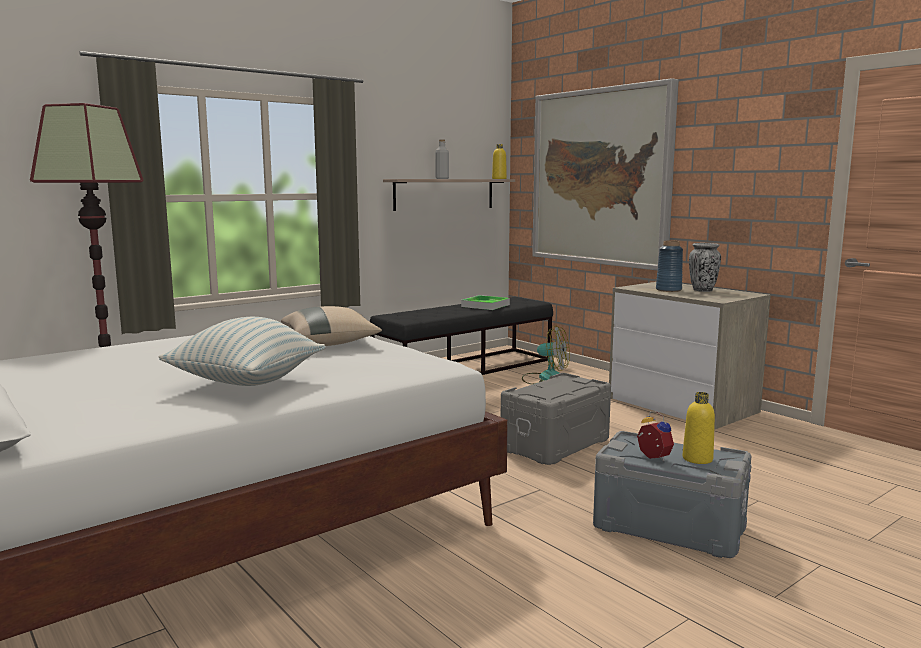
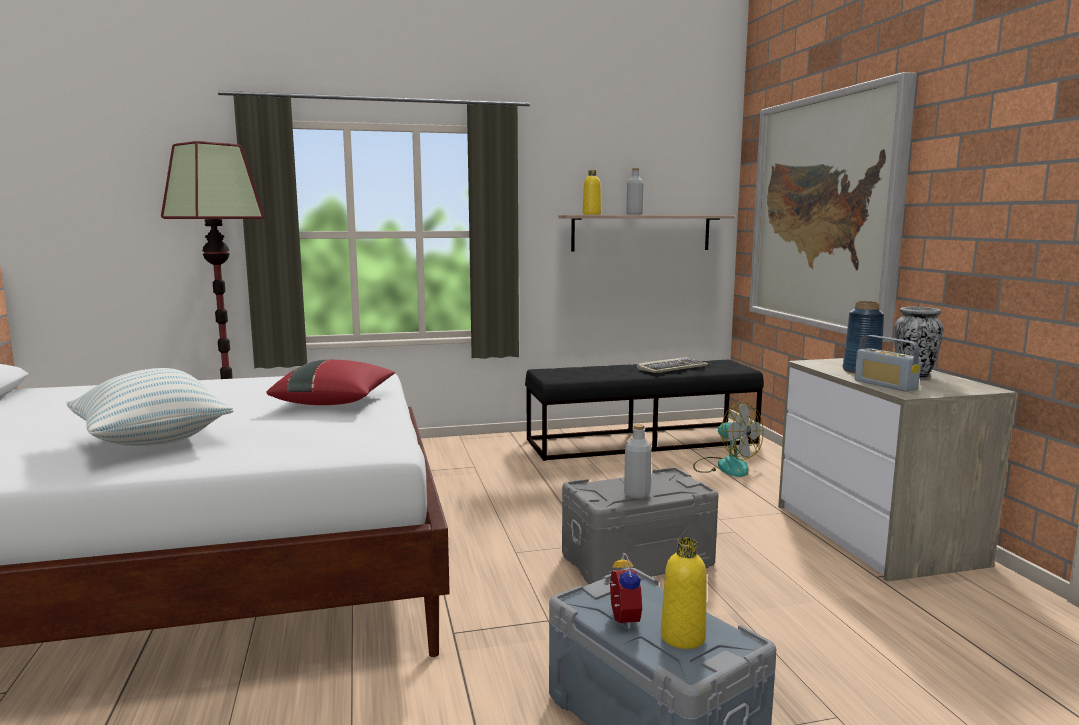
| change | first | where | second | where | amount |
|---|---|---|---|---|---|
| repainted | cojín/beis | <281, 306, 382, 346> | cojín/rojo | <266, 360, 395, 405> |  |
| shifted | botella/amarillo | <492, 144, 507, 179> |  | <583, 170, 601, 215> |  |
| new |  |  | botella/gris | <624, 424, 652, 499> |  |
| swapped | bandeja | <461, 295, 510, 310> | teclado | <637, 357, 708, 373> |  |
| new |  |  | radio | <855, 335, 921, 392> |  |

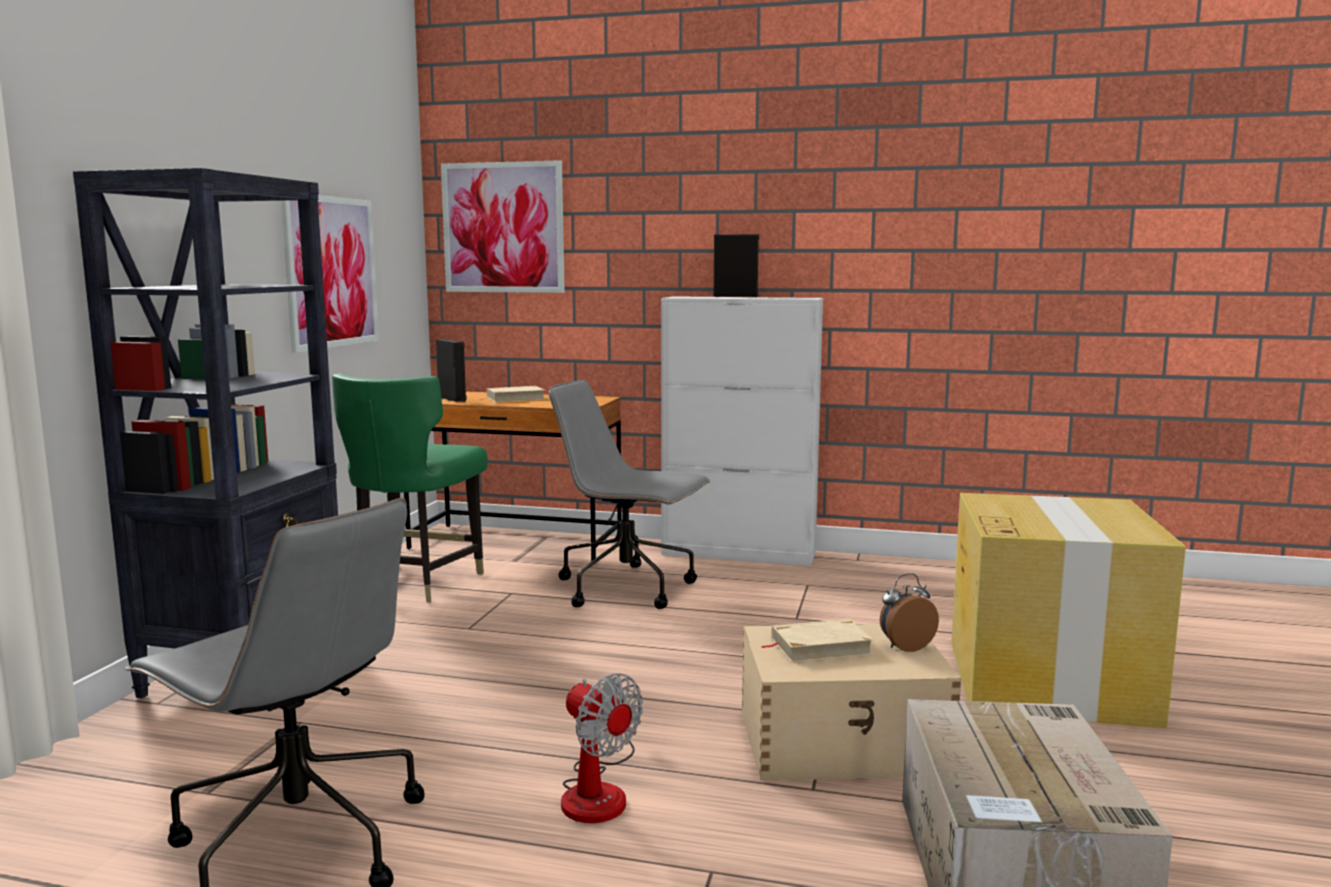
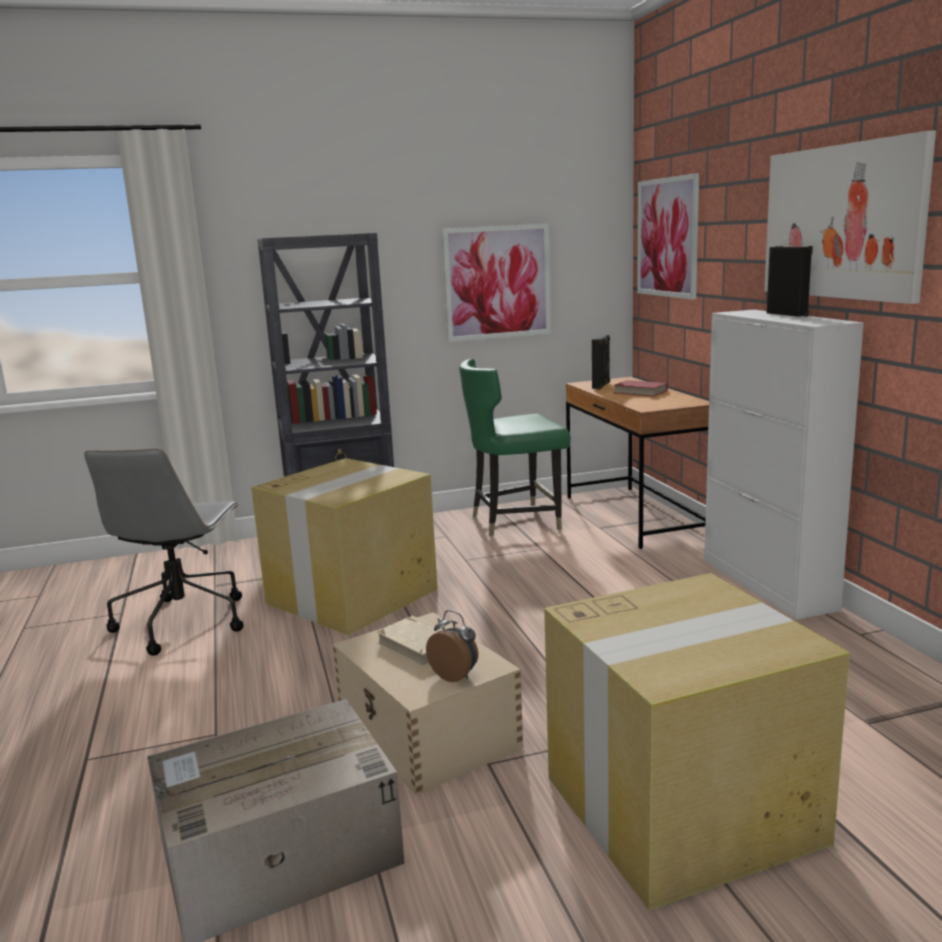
| change | first | where | second | where | amount |
|---|---|---|---|---|---|
| new |  |  | caja de cartón | <251, 458, 438, 635> |  |
| repainted | libro/beis | <480, 386, 545, 402> | libro/rojo | <614, 380, 668, 397> |  |
| new |  |  | cuadro | <764, 131, 936, 304> |  |
| gone | silla de oficina/gris | <549, 380, 710, 609> |  |  |  |
| gone | ventilador | <561, 673, 643, 823> |  |  |  |

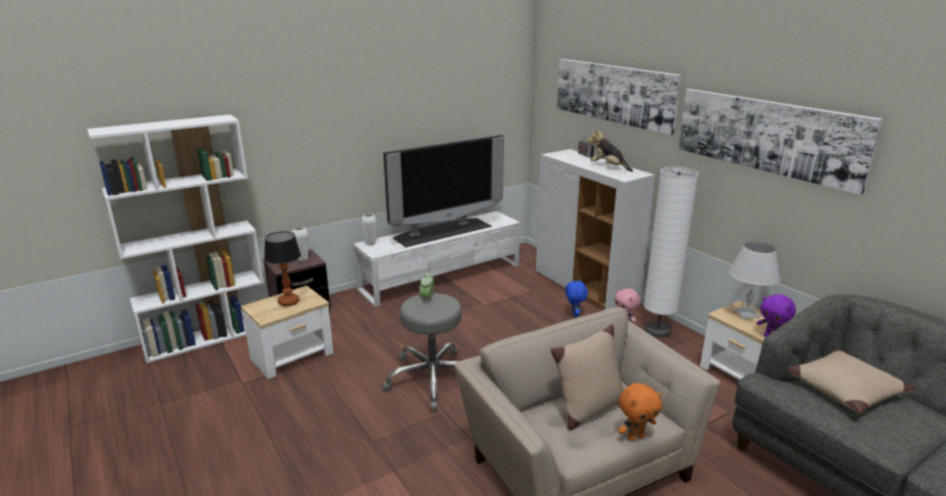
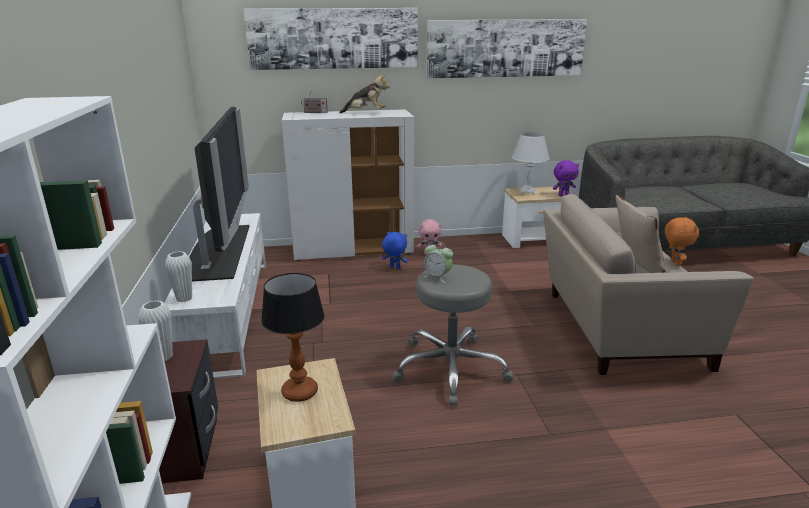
| change | first | where | second | where | amount |
|---|---|---|---|---|---|
| rotated | peluche | <588, 129, 633, 172> |  | <339, 73, 390, 113> | 150 degrees counterclockwise |
| gone | lámpara de pie/blanco | <644, 167, 699, 338> |  |  |  |
| gone | cojín/beis | <787, 348, 915, 414> |  |  |  |

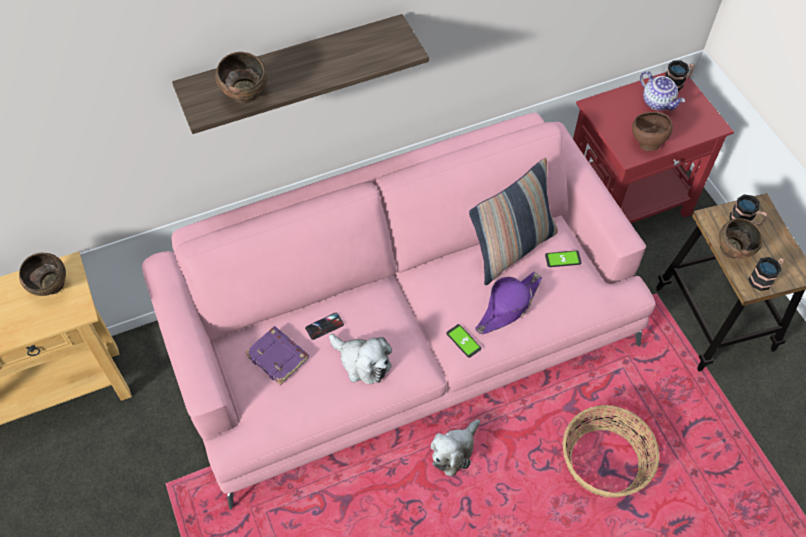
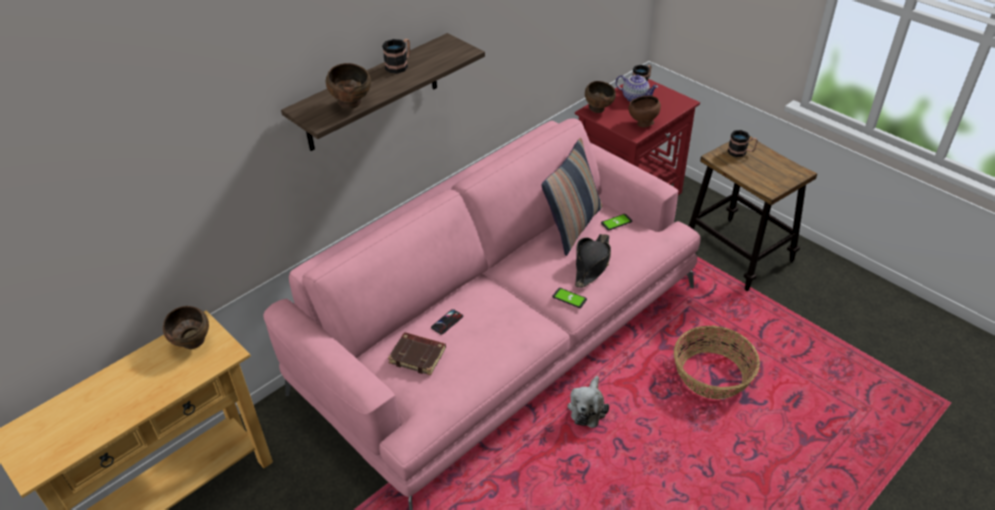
| change | first | where | second | where | amount |
|---|---|---|---|---|---|
| shifted | taza grande | <749, 257, 785, 291> |  | <382, 39, 410, 74> |  |
| repainted | libro/morado | <245, 326, 309, 385> | libro/marrón | <388, 332, 446, 375> |  |
| repainted | sombrero/morado | <475, 271, 542, 335> | sombrero/negro | <575, 234, 611, 288> |  |
| shifted | cuenco/marrón | <719, 218, 763, 258> |  | <585, 81, 616, 113> |  |
| gone | peluche | <329, 334, 392, 384> |  |  |  |

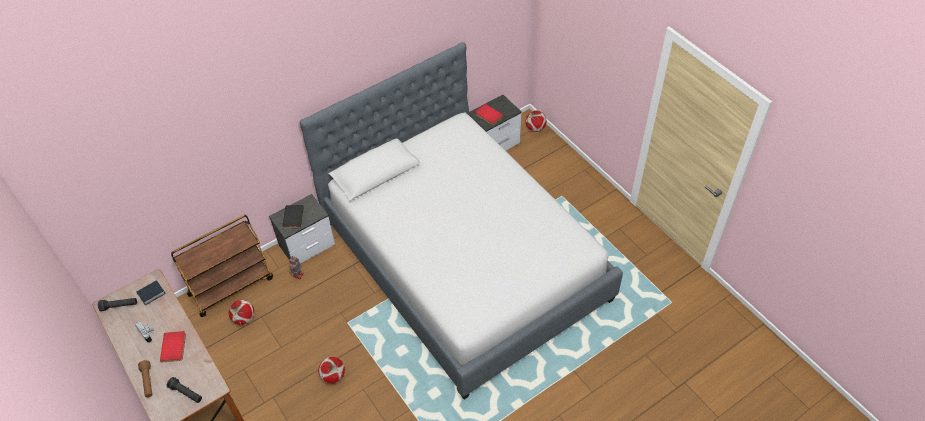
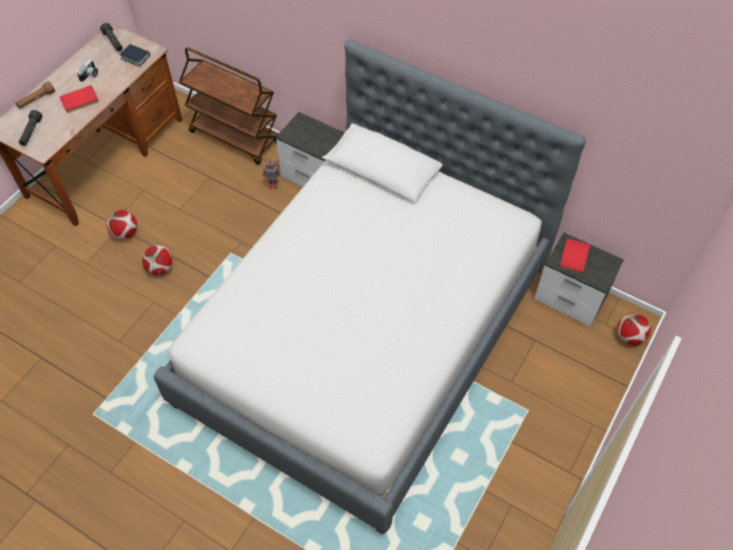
| change | first | where | second | where | amount |
|---|---|---|---|---|---|
| shifted | balón de fútbol | <229, 300, 254, 325> |  | <107, 210, 137, 239> |  |
| gone | libro/negro | <282, 205, 304, 228> |  |  |  |

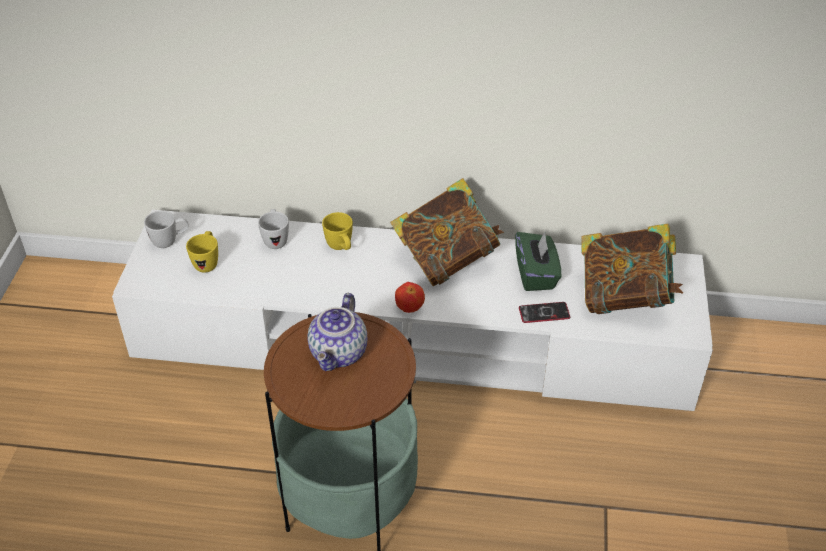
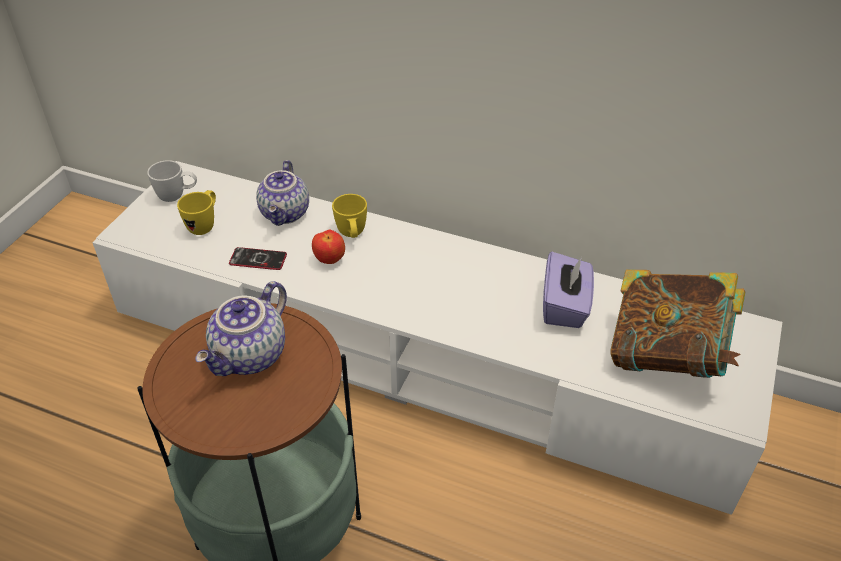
| change | first | where | second | where | amount |
|---|---|---|---|---|---|
| shifted | móvil | <519, 302, 570, 323> |  | <229, 247, 287, 270> |  |
| swapped | taza grande/blanco | <258, 209, 289, 249> | tetera | <256, 160, 309, 226> |  |
| shifted | manzana | <395, 282, 425, 313> |  | <312, 229, 345, 264> |  |
| repainted | caja de pañuelos/verde | <515, 232, 561, 291> | caja de pañuelos/morado | <543, 252, 594, 328> |  |
| gone | libro | <390, 178, 504, 286> |  |  |  |

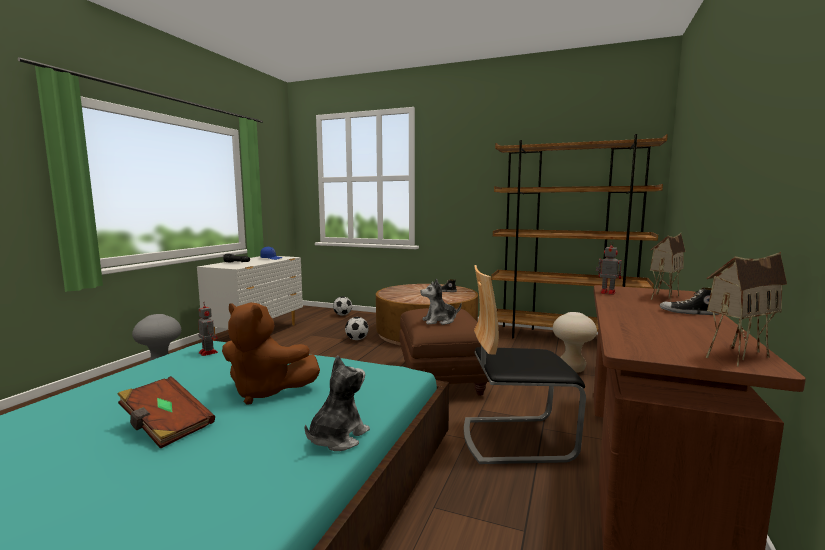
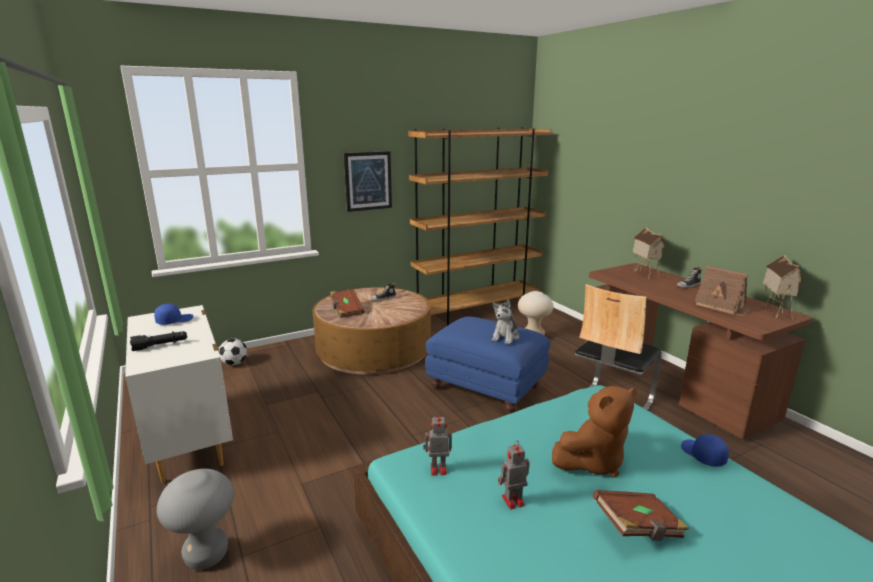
| change | first | where | second | where | amount |
|---|---|---|---|---|---|
| new |  |  | libro/marrón | <330, 289, 364, 318> |  |
| new |  |  | cuadro | <344, 151, 392, 212> |  |
| repainted | puf/marrón | <399, 308, 489, 396> | puf/azul | <425, 317, 550, 414> |  |
| shifted | robot de juguete | <596, 241, 622, 295> |  | <498, 442, 530, 509> |  |
| swapped | peluche | <305, 355, 370, 451> | gorra/azul | <681, 434, 729, 467> |  |
| new |  |  | casita | <695, 266, 752, 317> |  |
| gone | balón de fútbol | <345, 317, 369, 340> |  |  |  |

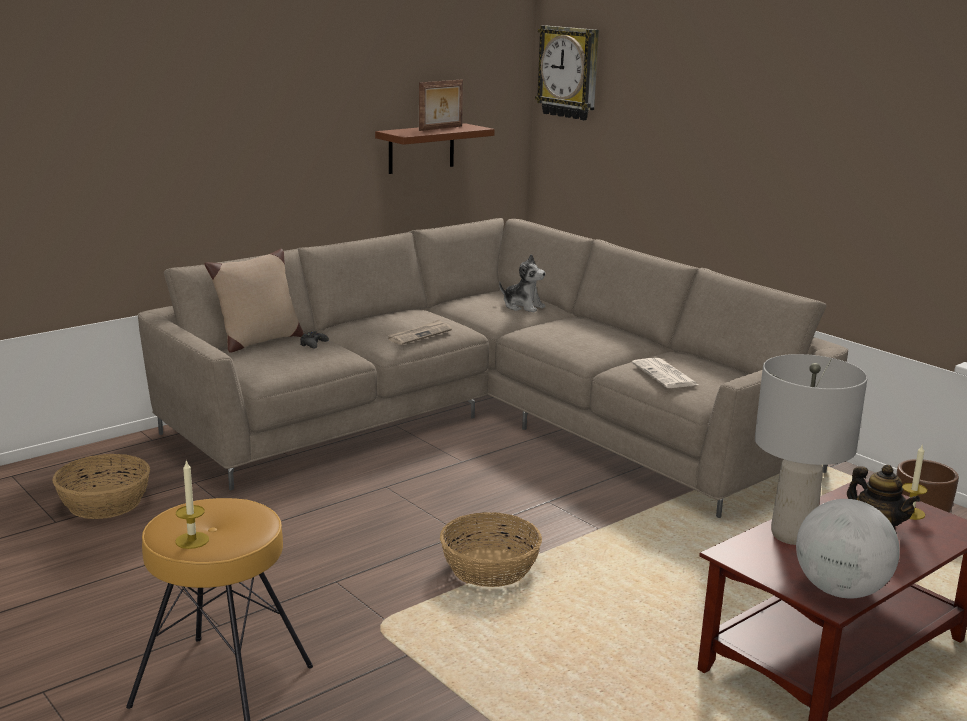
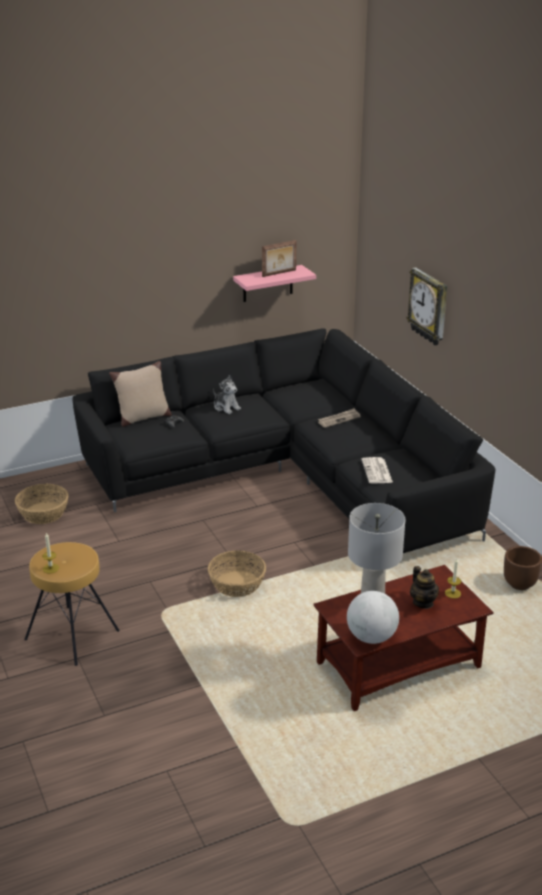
| change | first | where | second | where | amount |
|---|---|---|---|---|---|
| repainted | sofá/beis | <138, 218, 848, 518> | sofá/negro | <73, 328, 496, 553> |  |
| shifted | peluche | <499, 254, 546, 312> |  | <213, 375, 241, 414> |  |
| repainted | estante/marrón | <375, 123, 495, 174> | estante/rosa | <233, 265, 316, 302> |  |
| shifted | periódico | <388, 320, 452, 345> |  | <318, 408, 361, 428> |  |
| shifted | reloj de pared | <535, 25, 599, 120> |  | <406, 267, 447, 345> |  |

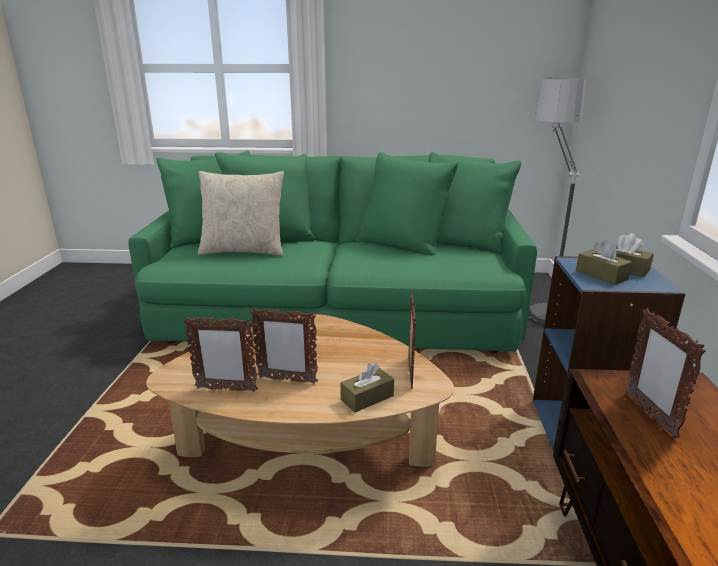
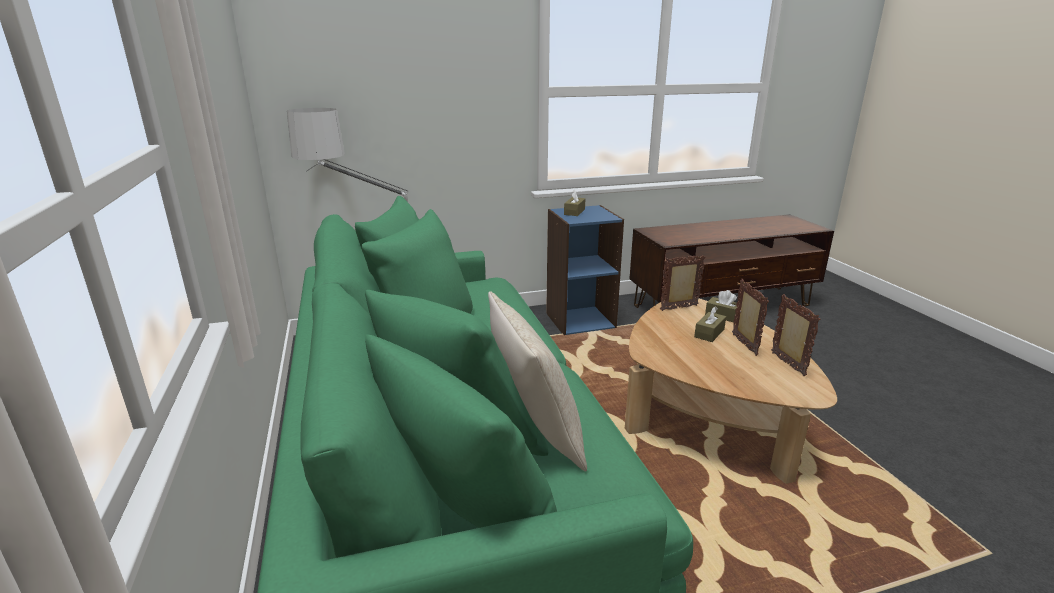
| change | first | where | second | where | amount |
|---|---|---|---|---|---|
| shifted | caja de pañuelos/marrón | <576, 240, 632, 285> |  | <694, 307, 726, 342> |  |
| gone | portarretratos | <626, 308, 706, 438> |  |  |  |

